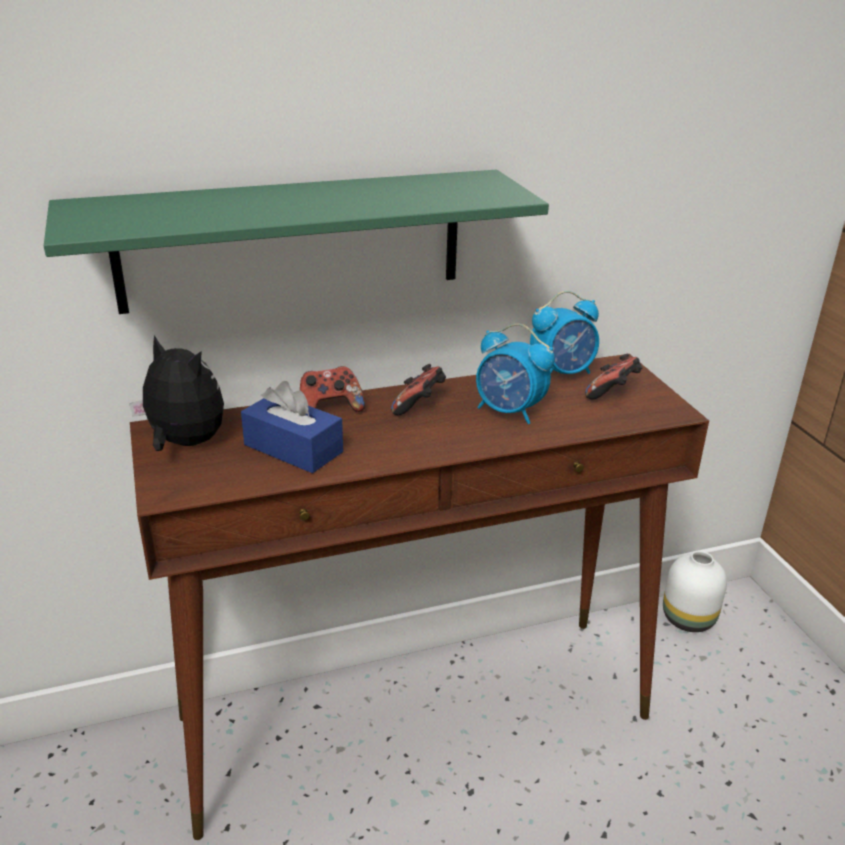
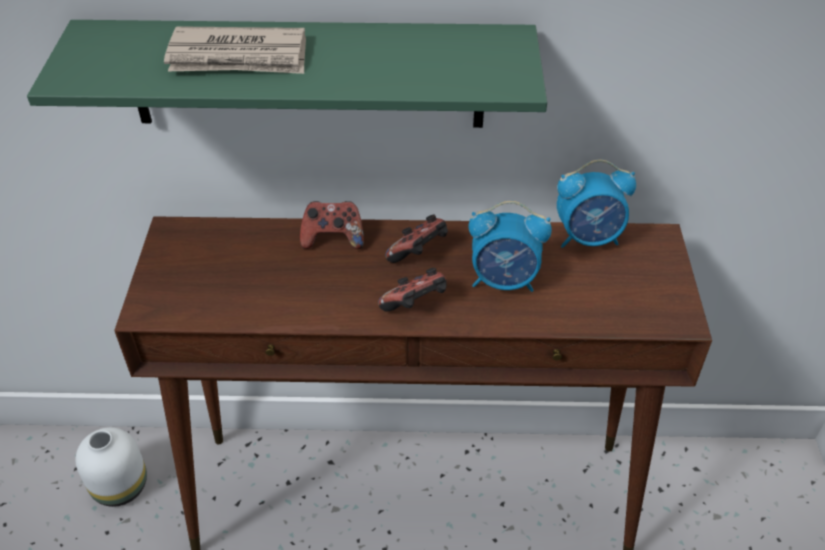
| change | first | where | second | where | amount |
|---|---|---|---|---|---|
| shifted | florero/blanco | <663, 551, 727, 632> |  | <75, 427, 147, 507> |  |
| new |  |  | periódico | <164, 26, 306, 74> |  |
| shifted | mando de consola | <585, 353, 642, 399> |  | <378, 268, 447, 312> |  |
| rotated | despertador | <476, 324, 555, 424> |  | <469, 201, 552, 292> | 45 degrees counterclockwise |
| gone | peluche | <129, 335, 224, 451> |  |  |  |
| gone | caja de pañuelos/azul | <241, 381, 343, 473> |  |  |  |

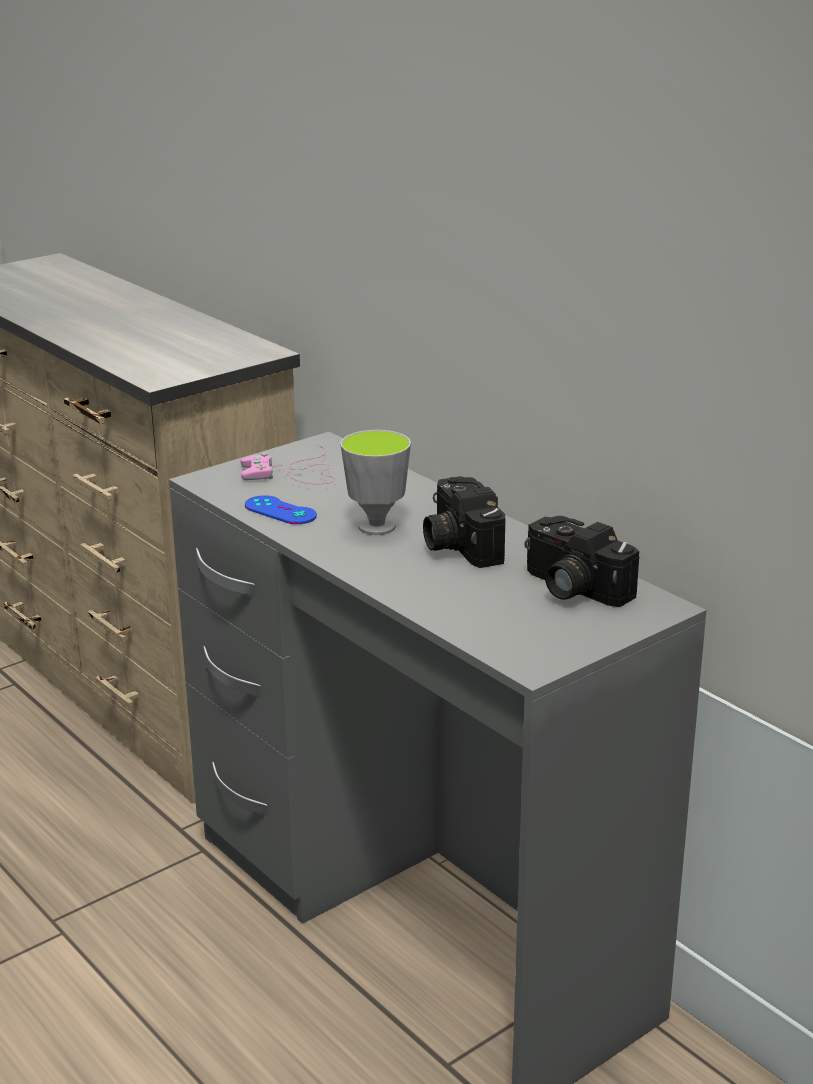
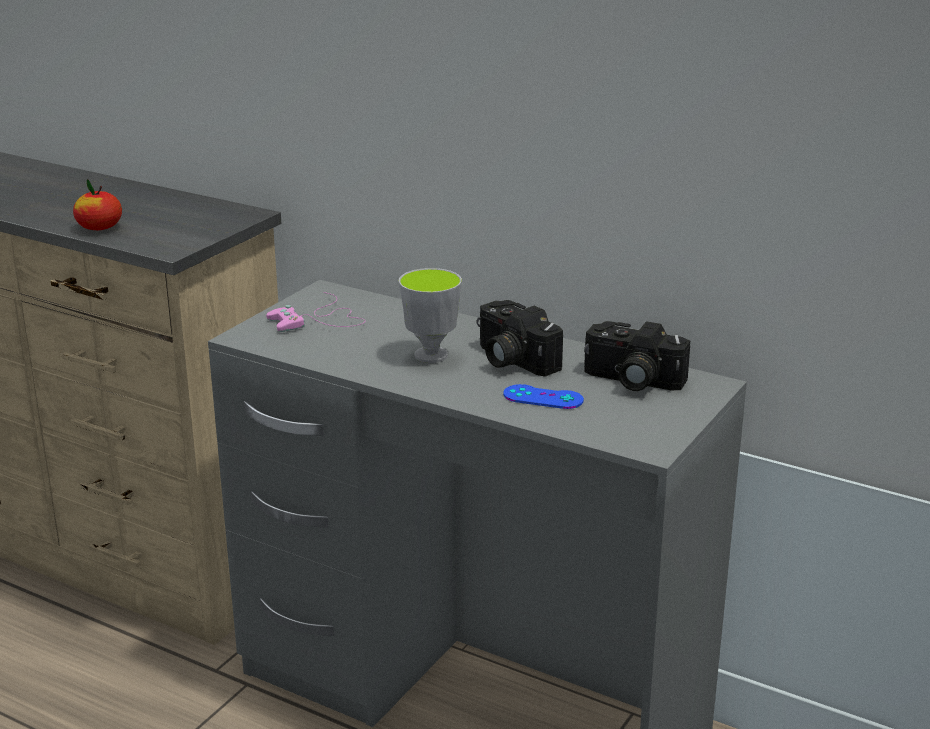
| change | first | where | second | where | amount |
|---|---|---|---|---|---|
| new |  |  | manzana | <73, 179, 122, 230> |  |
| shifted | mando de consola/azul | <245, 495, 317, 524> |  | <503, 384, 584, 409> |  |

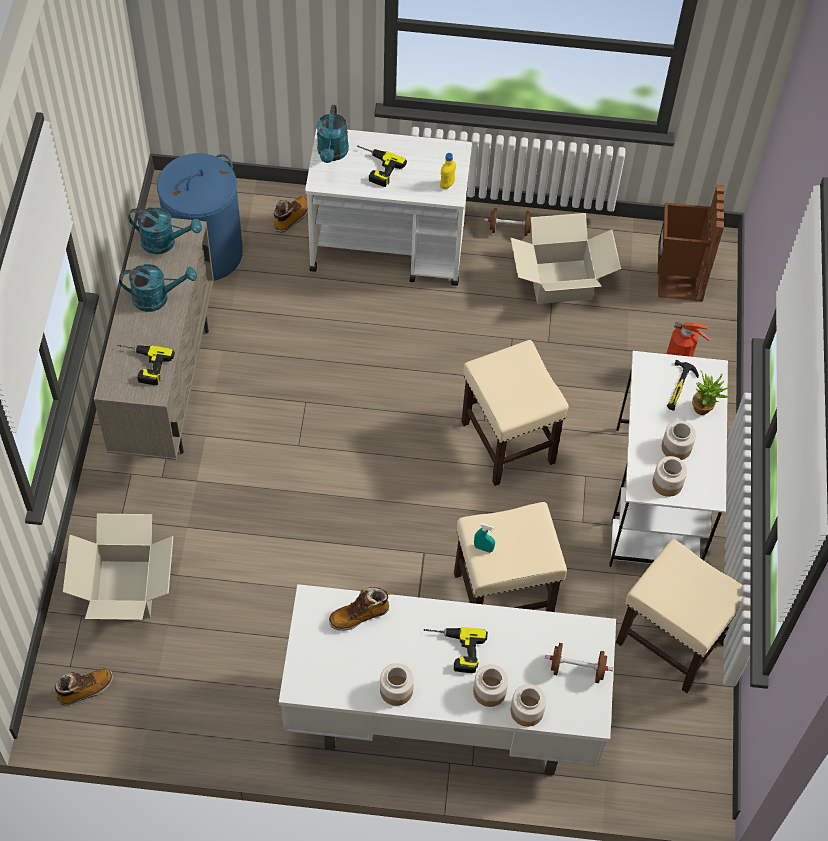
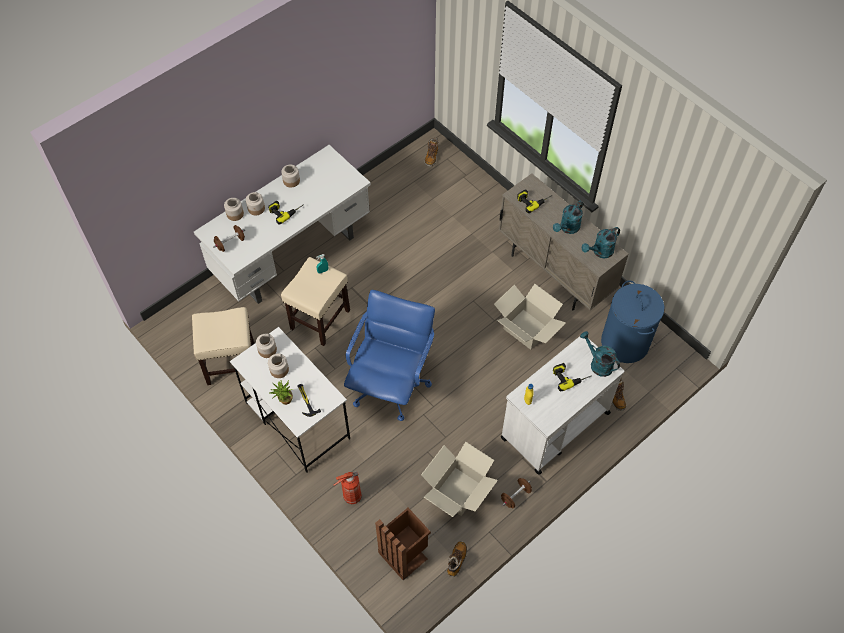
| change | first | where | second | where | amount |
|---|---|---|---|---|---|
| swapped | taburete/beis | <461, 340, 569, 486> | silla de oficina/azul | <344, 290, 435, 421> |  |
| shifted | bota | <329, 587, 390, 631> |  | <447, 541, 467, 577> |  |
| shifted | caja de cartón | <63, 513, 173, 620> |  | <494, 284, 566, 350> |  |

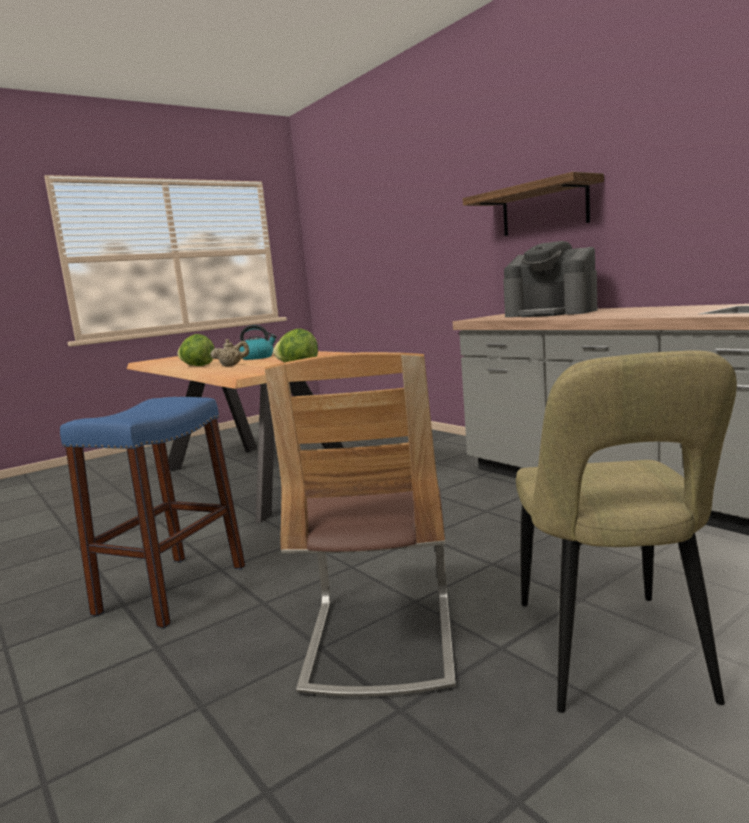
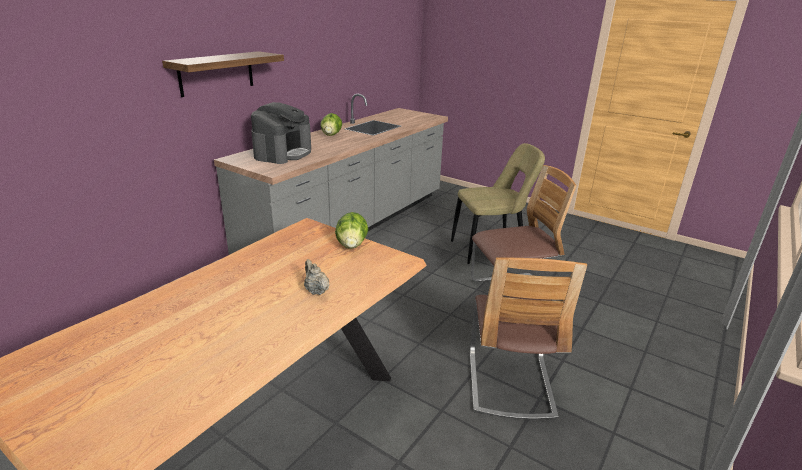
| change | first | where | second | where | amount |
|---|---|---|---|---|---|
| shifted | lechuga | <177, 334, 215, 366> |  | <320, 113, 342, 136> |  |
| swapped | taburete/azul | <60, 397, 245, 628> | silla | <470, 258, 587, 420> |  |
| gone | hervidor | <239, 325, 277, 360> |  |  |  |

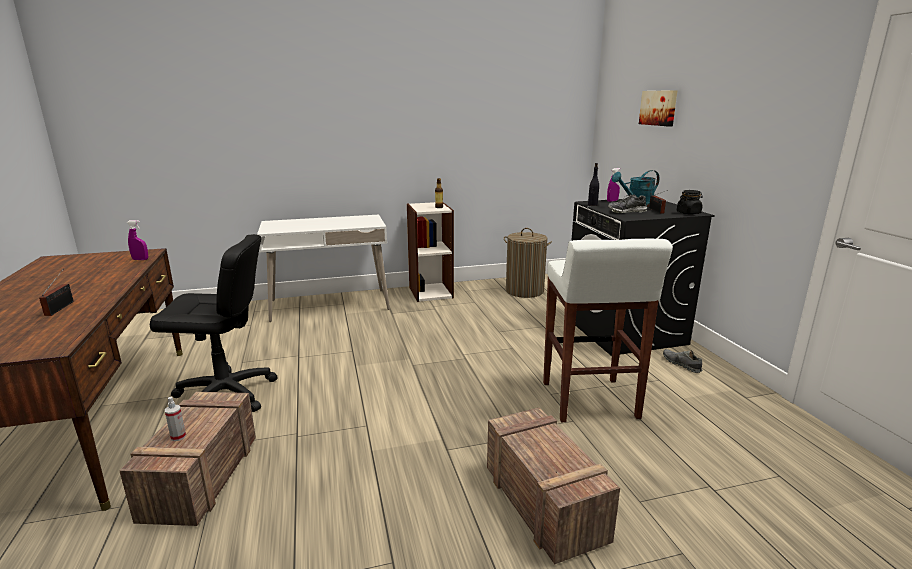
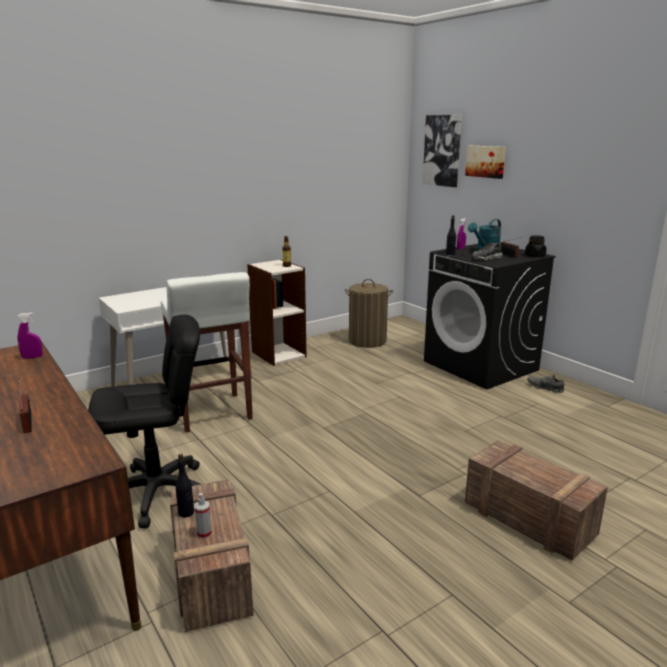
| change | first | where | second | where | amount |
|---|---|---|---|---|---|
| shifted | taburete/blanco | <543, 239, 673, 422> |  | <161, 272, 253, 432> |  |
| new |  |  | botella/negro | <176, 454, 194, 518> |  |
| new |  |  | cuadro | <423, 115, 462, 187> |  |

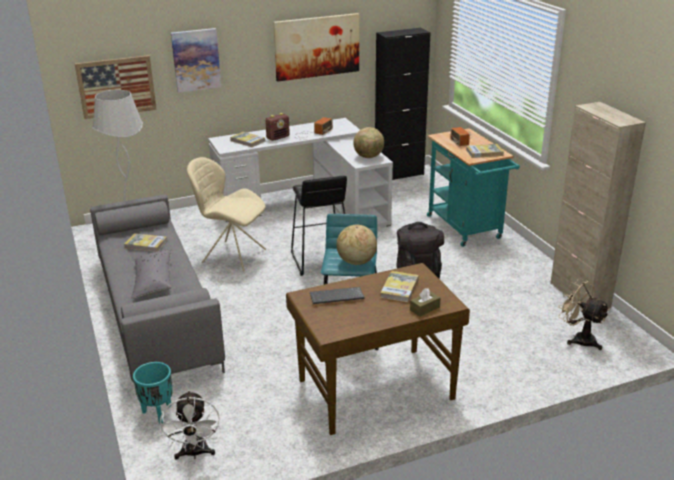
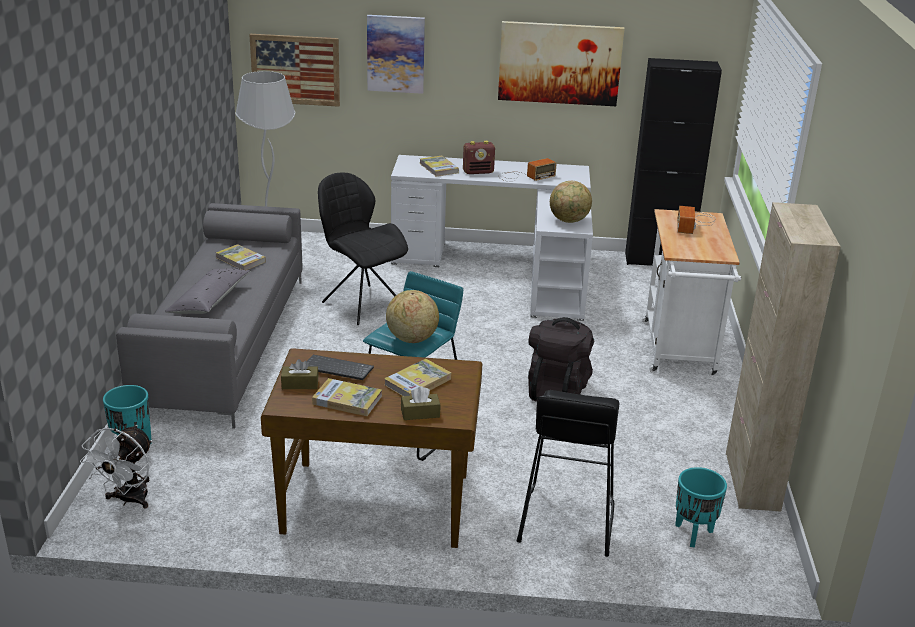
| change | first | where | second | where | amount |
|---|---|---|---|---|---|
| new |  |  | caja de pañuelos/marrón | <281, 359, 319, 389> |  |
| shifted | libro | <466, 144, 504, 158> |  | <312, 378, 382, 416> |  |
| repainted | silla/beis | <187, 157, 266, 272> | silla/negro | <318, 173, 408, 325> |  |
| shifted | taburete/negro | <291, 175, 347, 276> |  | <517, 390, 619, 557> |  |
| repainted | carrito/turquesa | <427, 128, 520, 247> | carrito/blanco | <642, 209, 741, 377> |  |
| swapped | ventilador/beis | <558, 278, 610, 350> | maceta/turquesa | <675, 467, 727, 548> |  |

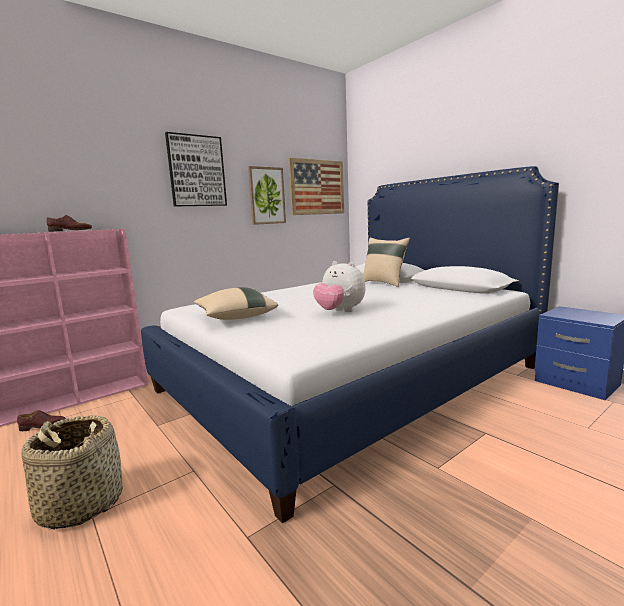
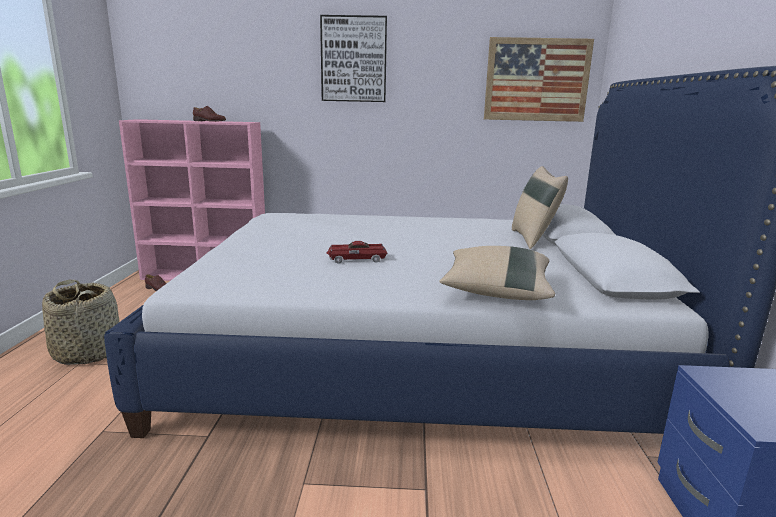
| change | first | where | second | where | amount |
|---|---|---|---|---|---|
| swapped | peluche | <313, 261, 365, 312> | coche de juguete | <326, 241, 388, 263> |  |
| shifted | cojín/beis | <193, 287, 278, 320> |  | <439, 246, 555, 300> |  |
| gone | cuadro | <248, 166, 286, 225> |  |  |  |

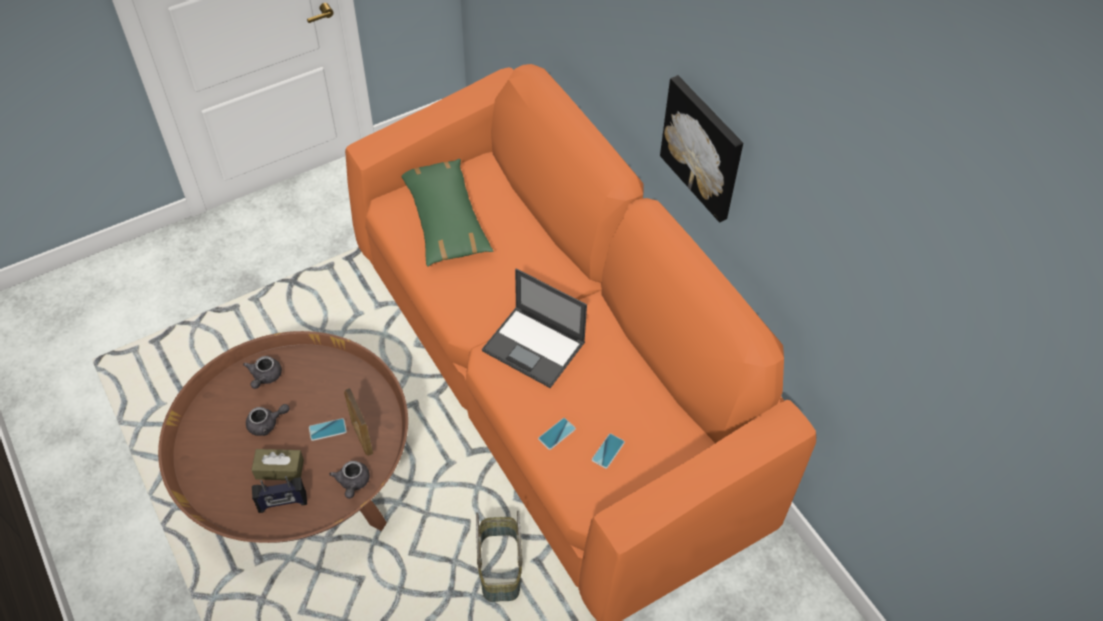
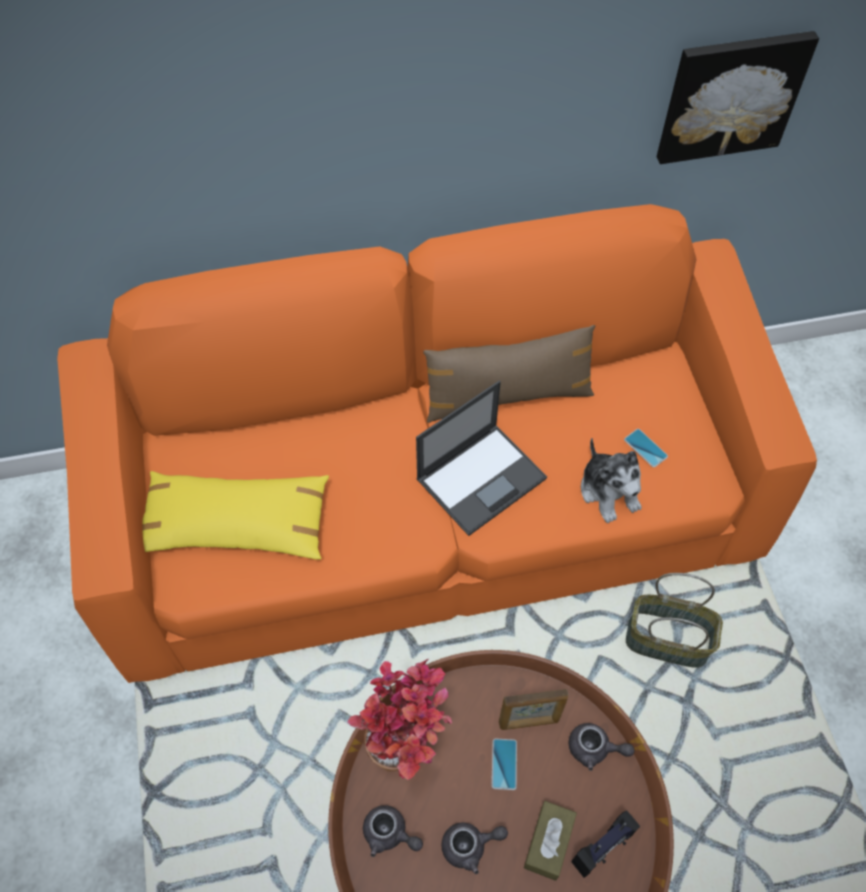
| change | first | where | second | where | amount |
|---|---|---|---|---|---|
| repainted | cojín/verde | <401, 159, 494, 267> | cojín/amarillo | <142, 471, 329, 560> |  |
| new |  |  | planta en maceta | <347, 658, 452, 780> |  |
| new |  |  | cojín/marrón | <423, 325, 595, 423> |  |
| rotated | tetera/gris | <246, 404, 289, 436> |  | <441, 823, 508, 874> | 75 degrees clockwise |
| rotated | radio | <252, 476, 307, 513> |  | <571, 810, 640, 878> | 45 degrees clockwise |
| swapped | móvil | <538, 418, 576, 450> | peluche | <581, 438, 642, 523> |  |
| shifted | cuadro | <660, 75, 743, 223> |  | <657, 31, 819, 164> |  |

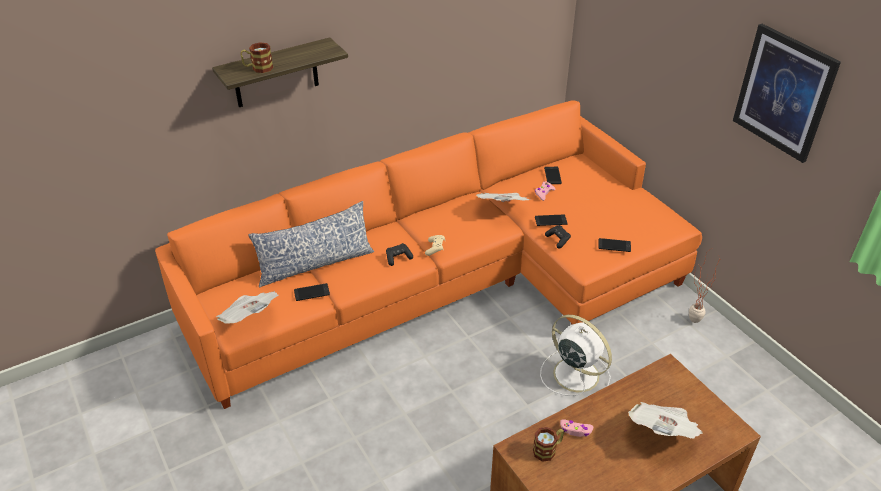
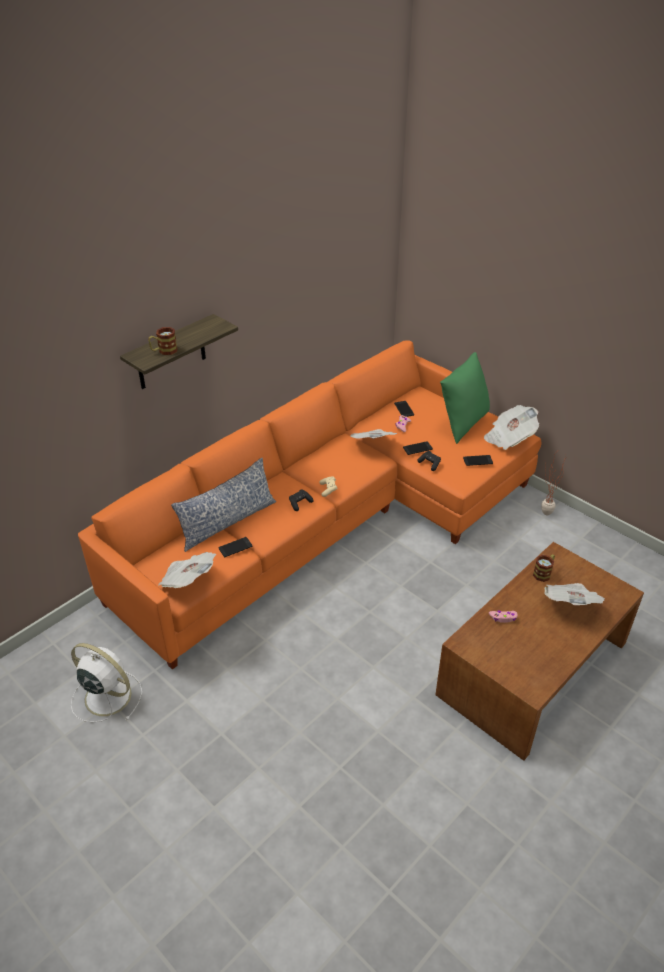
| change | first | where | second | where | amount |
|---|---|---|---|---|---|
| shifted | ventilador/blanco | <540, 315, 612, 396> |  | <71, 643, 142, 722> |  |
| new |  |  | cojín/verde | <440, 352, 490, 444> |  |
| new |  |  | periódico | <484, 405, 539, 450> |  |
| shifted | taza grande | <533, 427, 564, 462> |  | <533, 554, 555, 582> |  |
| gone | cuadro | <733, 24, 841, 163> |  |  |  |

